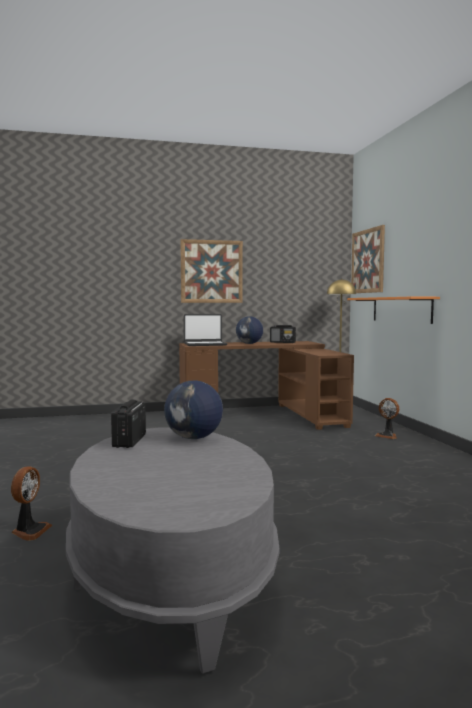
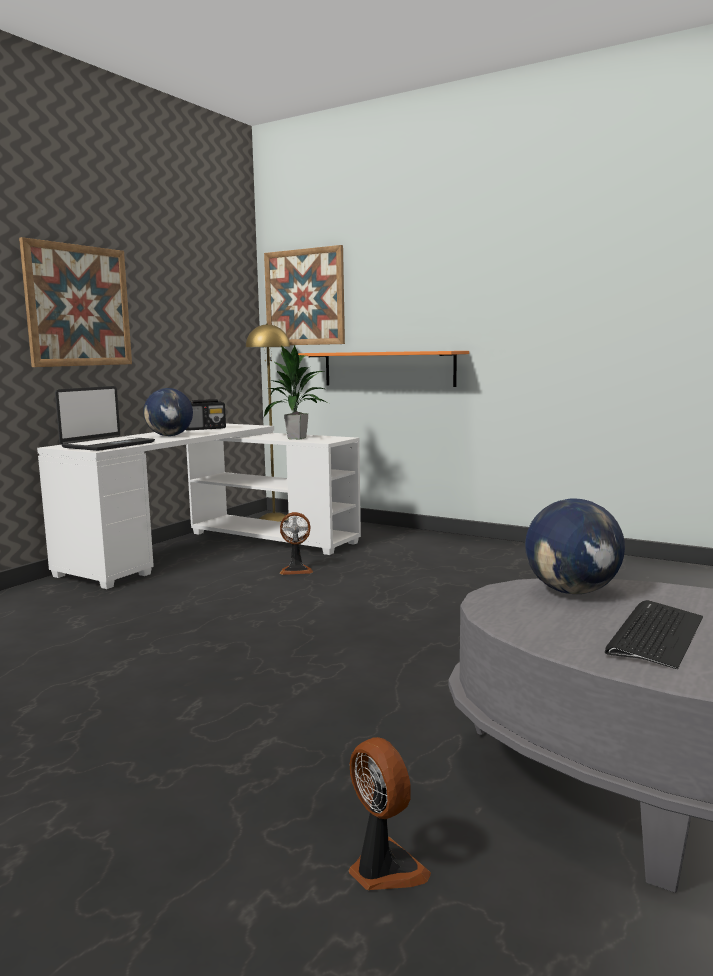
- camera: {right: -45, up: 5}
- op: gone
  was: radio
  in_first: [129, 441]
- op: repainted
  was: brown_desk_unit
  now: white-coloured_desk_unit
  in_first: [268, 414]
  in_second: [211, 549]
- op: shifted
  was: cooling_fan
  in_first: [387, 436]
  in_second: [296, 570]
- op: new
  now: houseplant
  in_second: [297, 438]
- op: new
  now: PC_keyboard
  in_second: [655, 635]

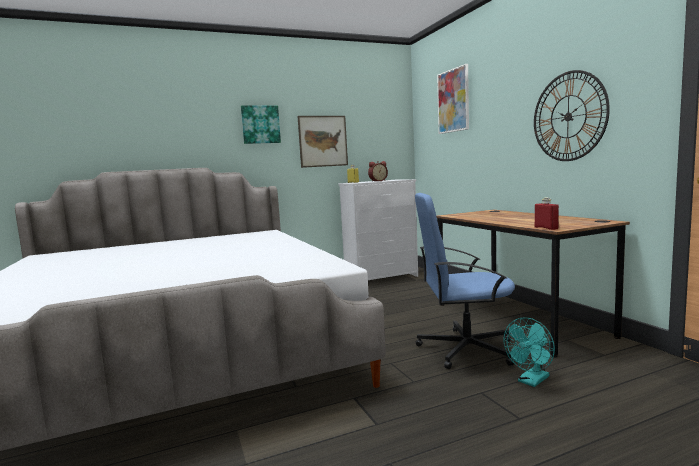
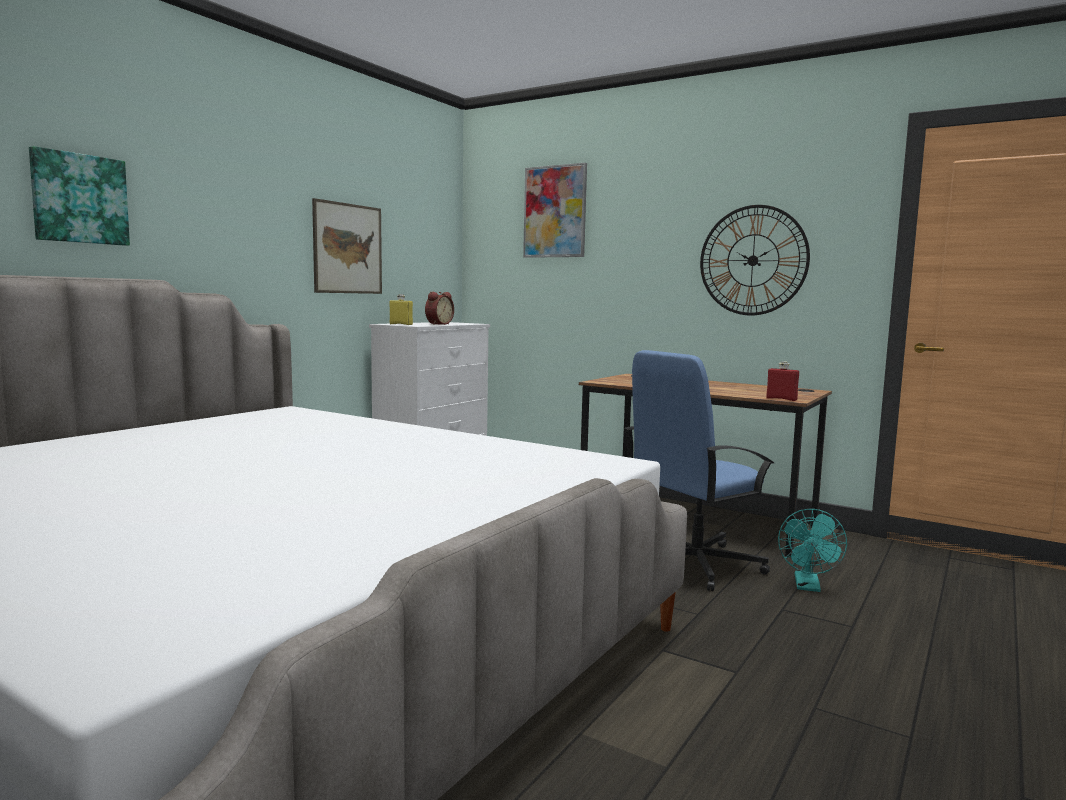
- camera: {right: -35, up: 0}
- op: shifted
  was: wall_picture
  in_first: [260, 124]
  in_second: [79, 199]

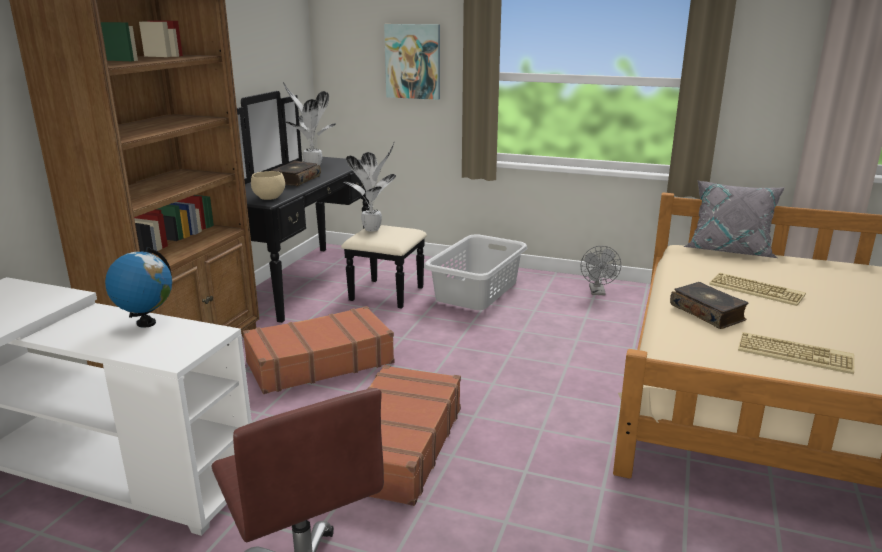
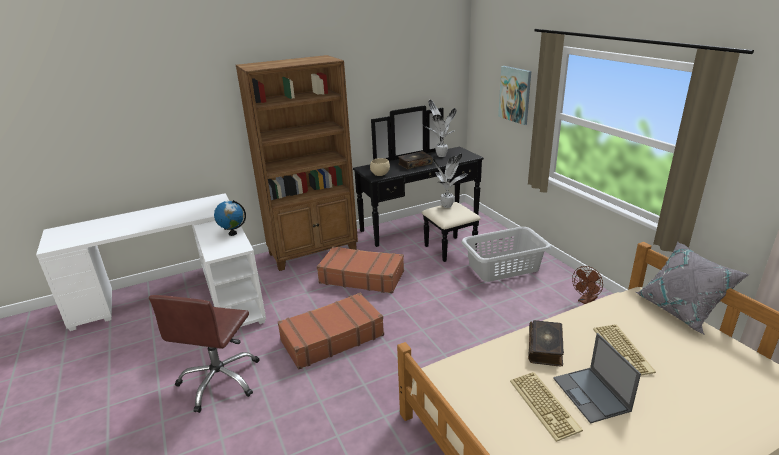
- camera: {right: 45, up: 5}
- op: repainted
  was: gray_cooling_fan
  now: brown_cooling_fan
  in_first: [598, 292]
  in_second: [586, 301]
- op: new
  now: portable_computer
  in_second: [591, 395]

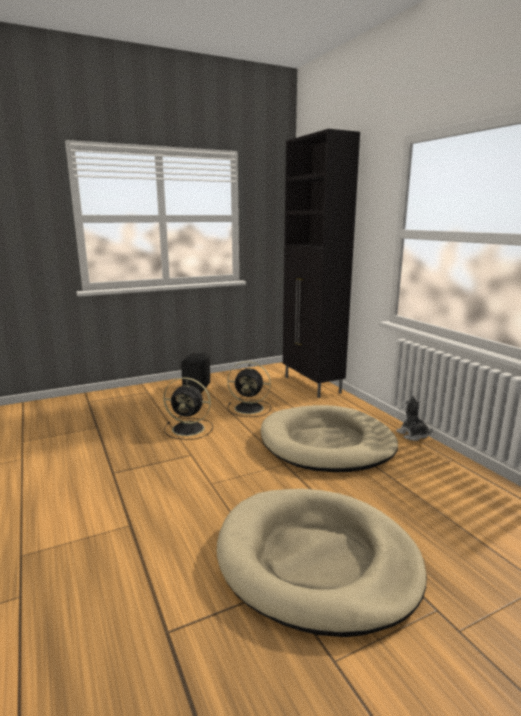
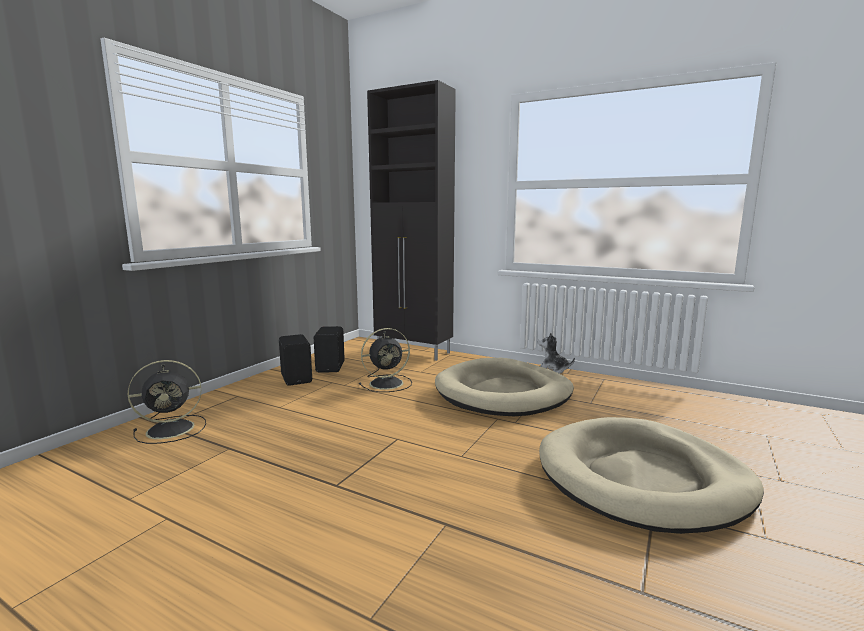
- camera: {right: -35, up: -5}
- op: shifted
  was: black_cooling_fan
  in_first: [189, 429]
  in_second: [173, 429]
- op: new
  now: black_loudspeaker
  in_second: [331, 367]

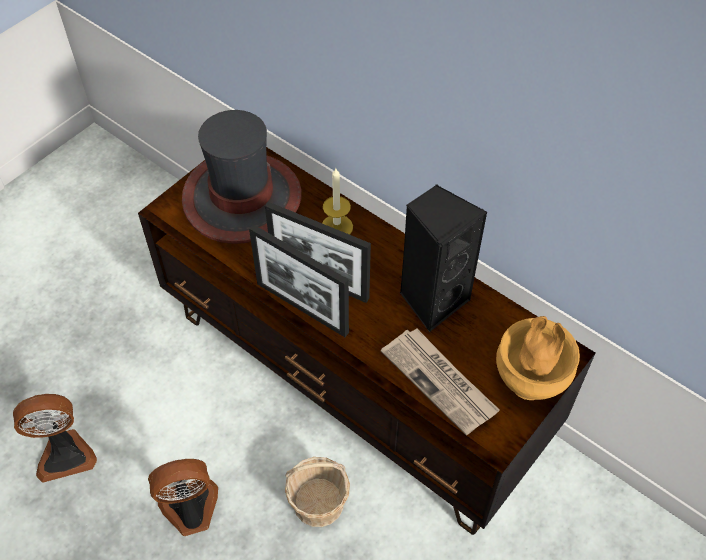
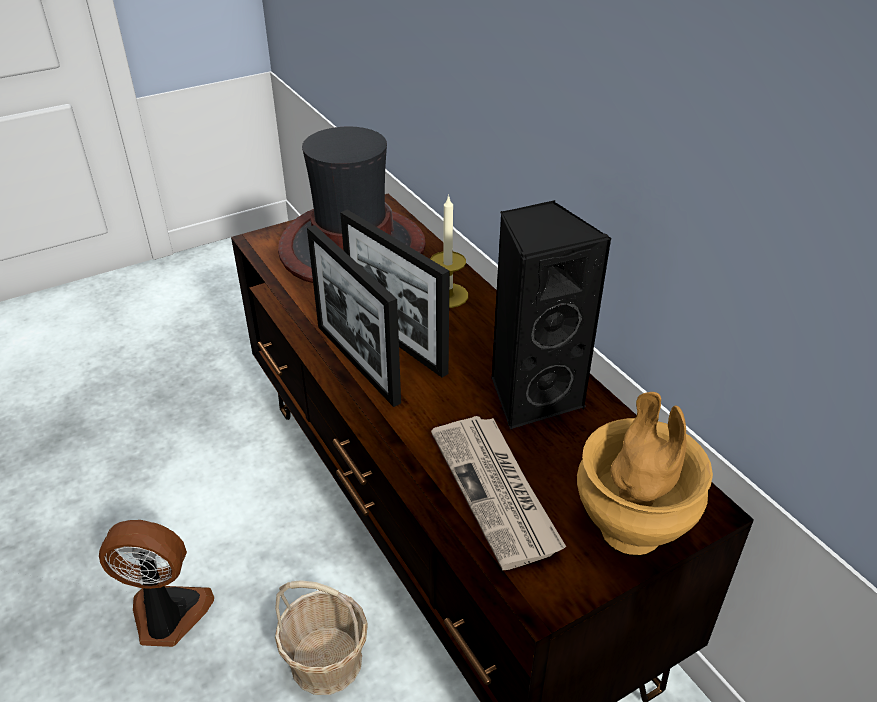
- camera: {right: 20, up: -15}
- op: gone
  was: cooling_fan
  in_first: [65, 453]

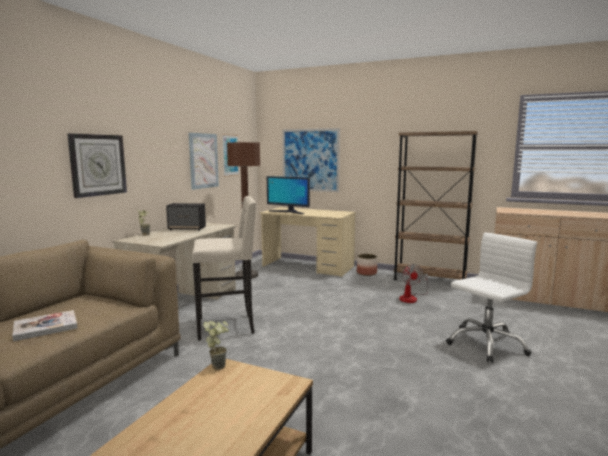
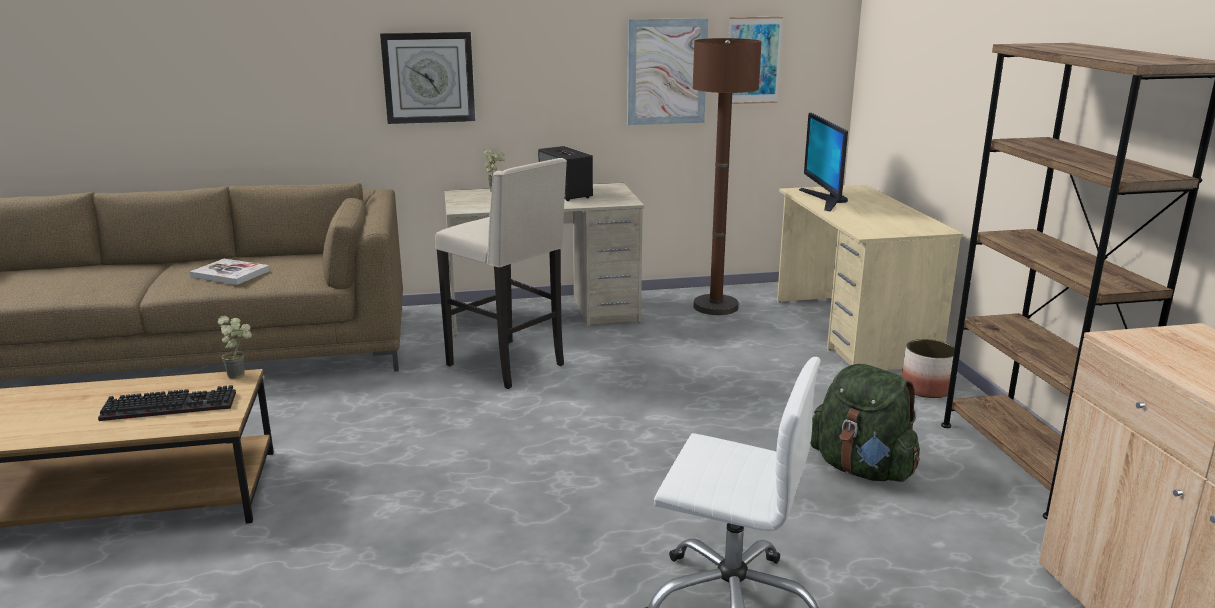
- camera: {right: 55, up: 10}
- op: gone
  was: wall_picture
  in_first: [310, 160]
- op: swapped
  was: cooling_fan
  now: green_backpack
  in_first: [411, 298]
  in_second: [862, 469]
- op: new
  now: PC_keyboard
  in_second: [172, 405]

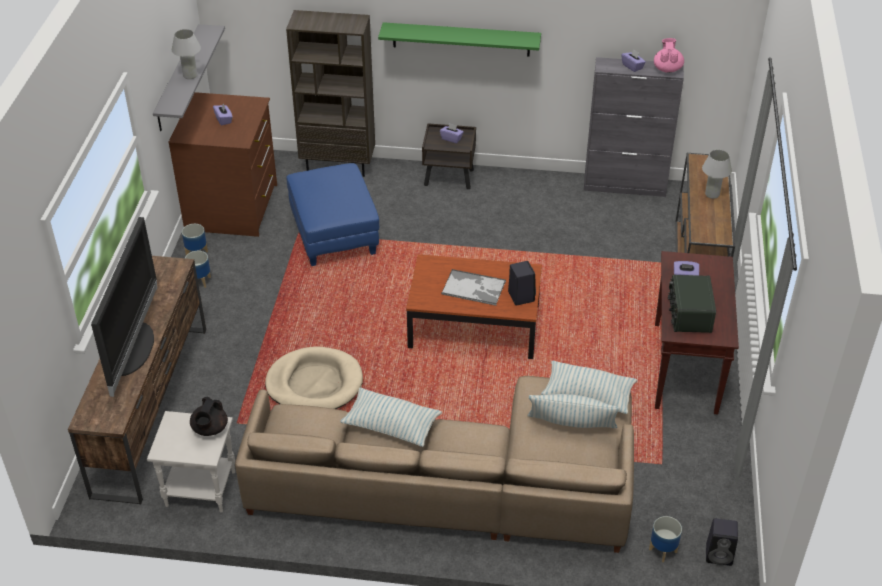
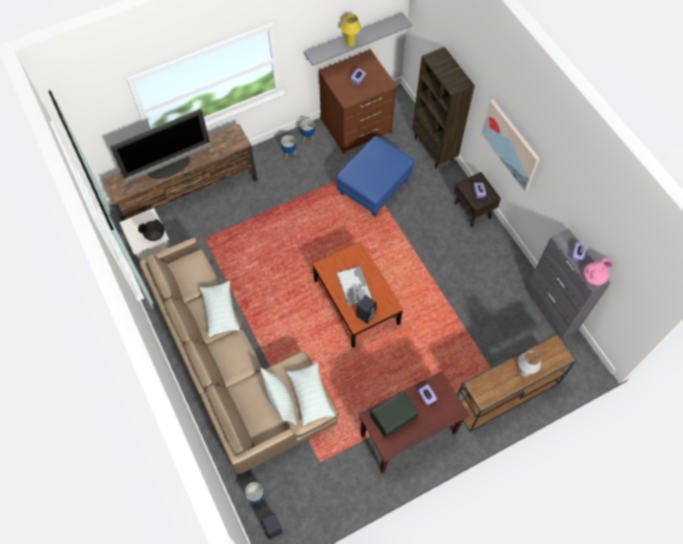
- camera: {right: 55, up: 20}
- op: repainted
  was: white-coloured_tabletop_lamp
  now: yellowish_tabletop_lamp
  in_first: [190, 75]
  in_second: [350, 43]
- op: gone
  was: beige_dog_bed
  in_first: [314, 383]
- op: swapped
  was: green_shelf
  now: wall_picture
  in_first: [461, 39]
  in_second: [511, 144]

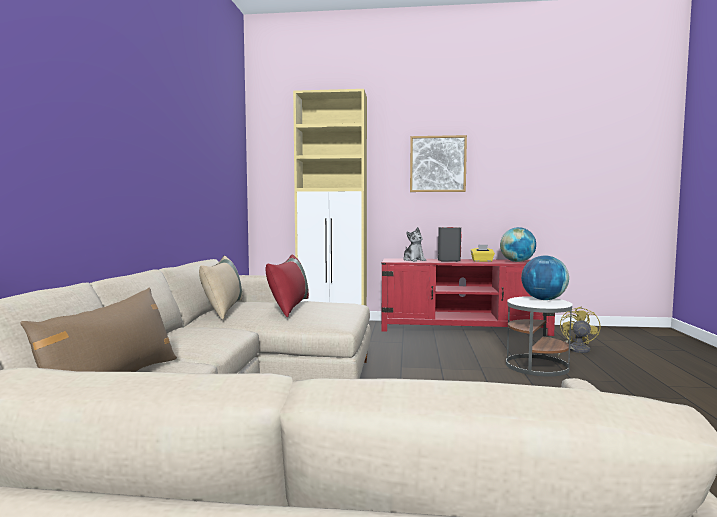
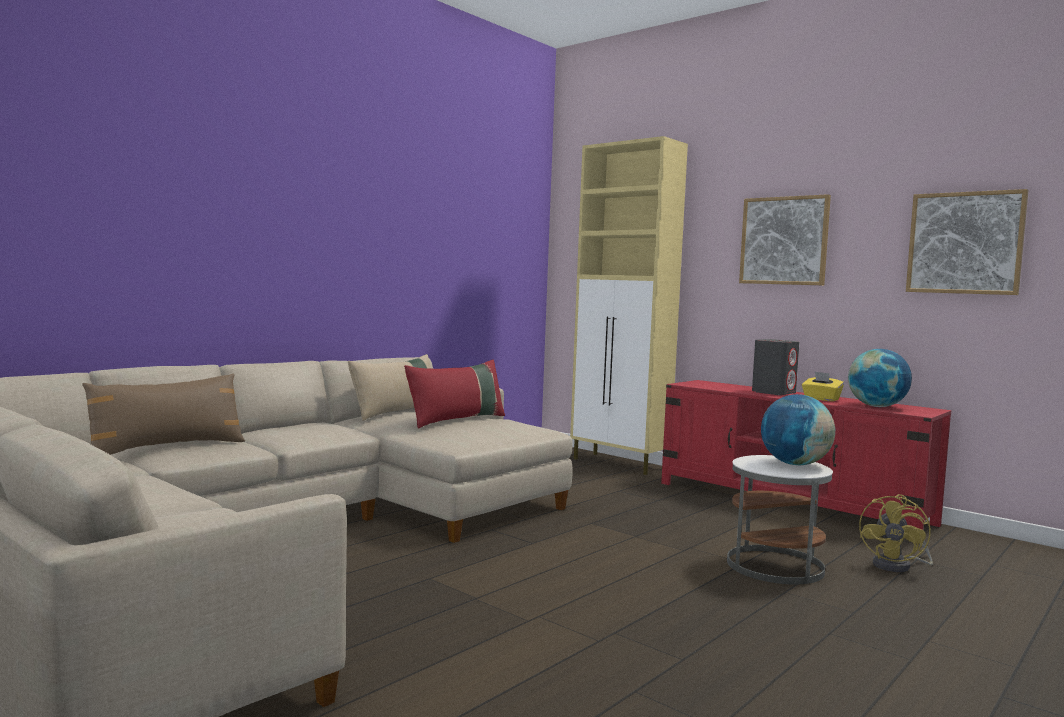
- camera: {right: 35, up: 0}
- op: gone
  was: soft_toy
  in_first: [414, 260]
- op: rotated
  was: yellowish_cooling_fan
  in_first: [575, 350]
  in_second: [898, 566]
  clockwise: 150
- op: new
  now: wall_picture
  in_second: [965, 243]

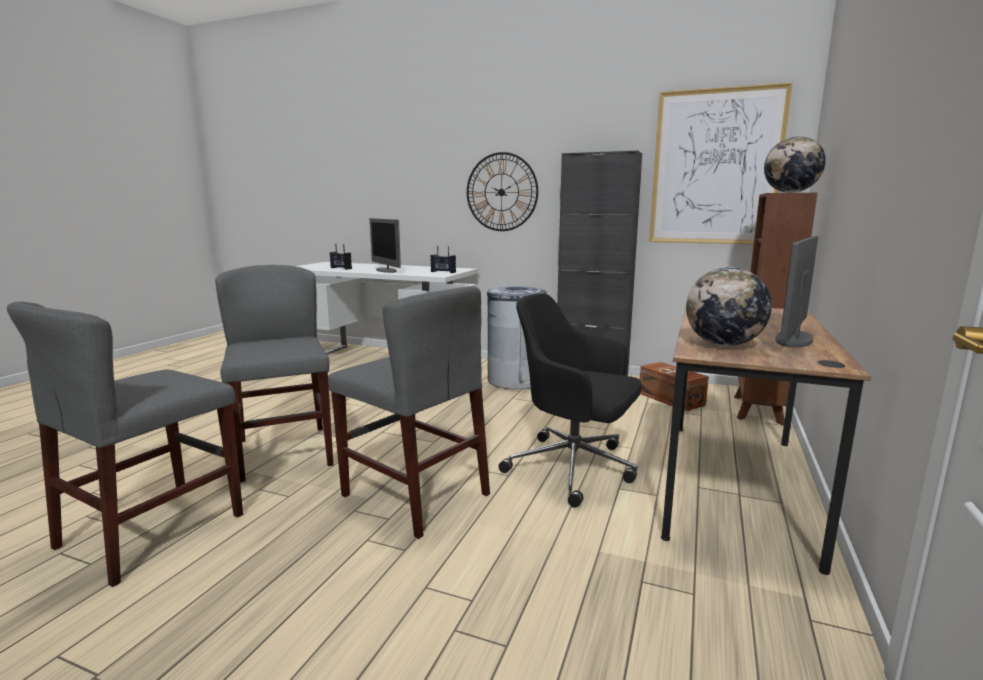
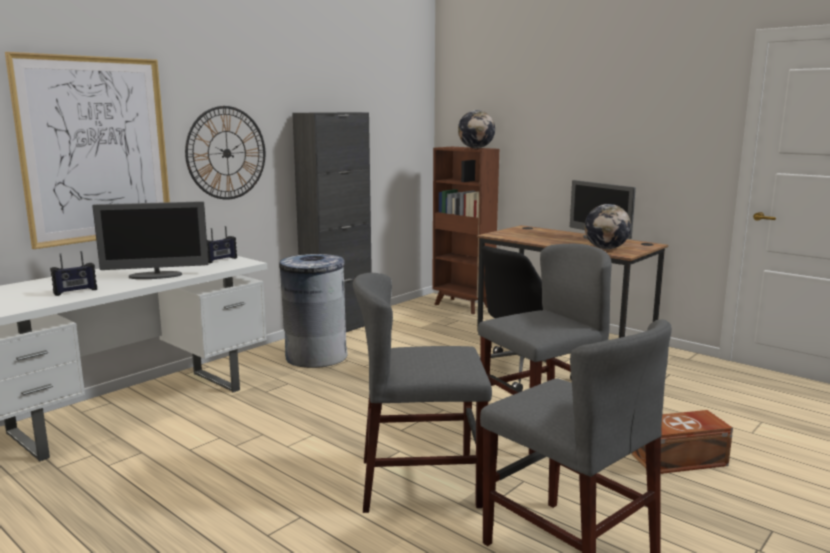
- camera: {right: -70, up: 0}
- op: shifted
  was: brown_storage_container
  in_first: [671, 399]
  in_second: [680, 460]
- op: shifted
  was: wall_picture
  in_first: [715, 168]
  in_second: [96, 150]

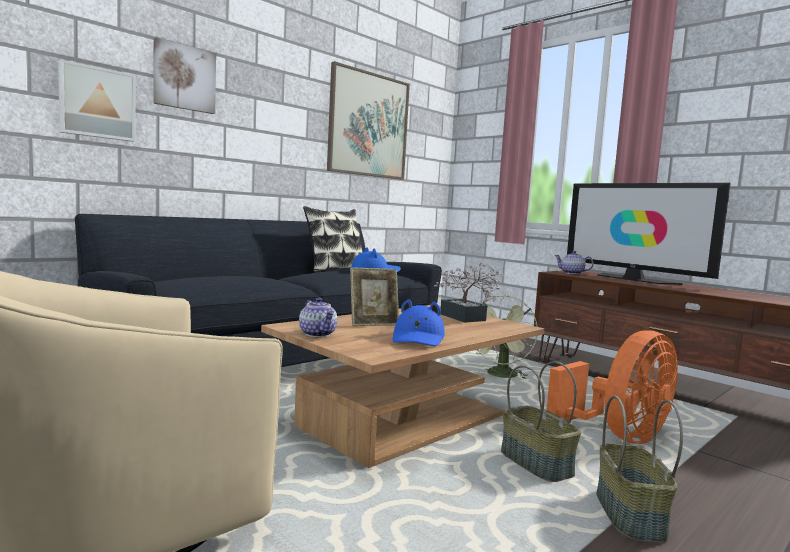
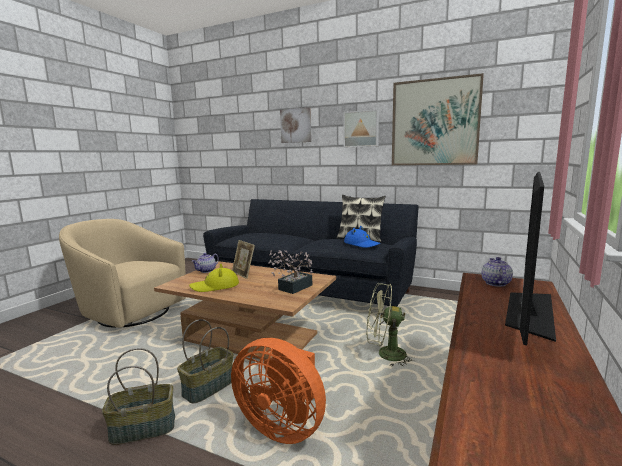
- camera: {right: 70, up: 5}
- op: shifted
  was: wall_picture
  in_first: [97, 103]
  in_second: [361, 129]
- op: repainted
  was: blue_clothing_hat
  now: yellowish_clothing_hat
  in_first: [418, 338]
  in_second: [215, 286]

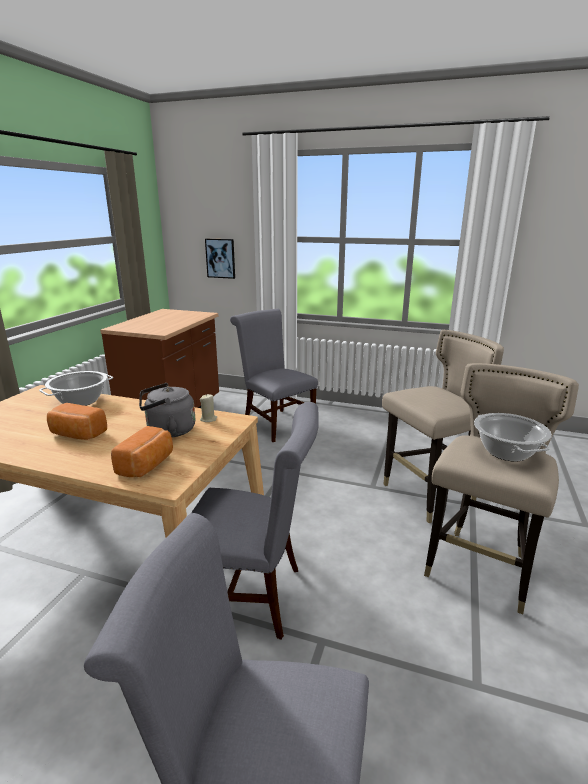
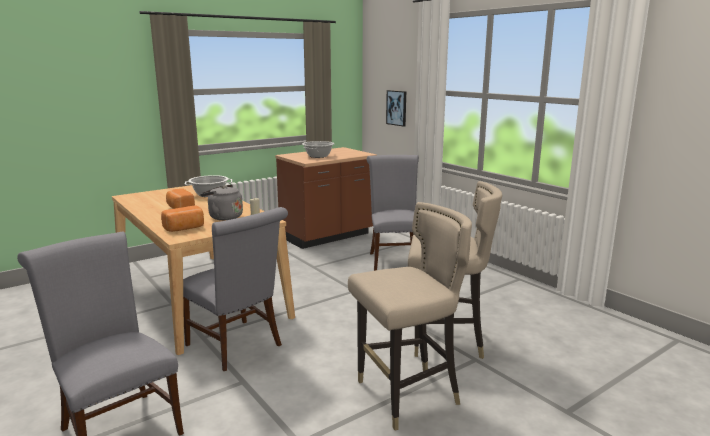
- camera: {right: 35, up: -5}
- op: shifted
  was: cooking_pot
  in_first: [506, 452]
  in_second: [318, 156]

